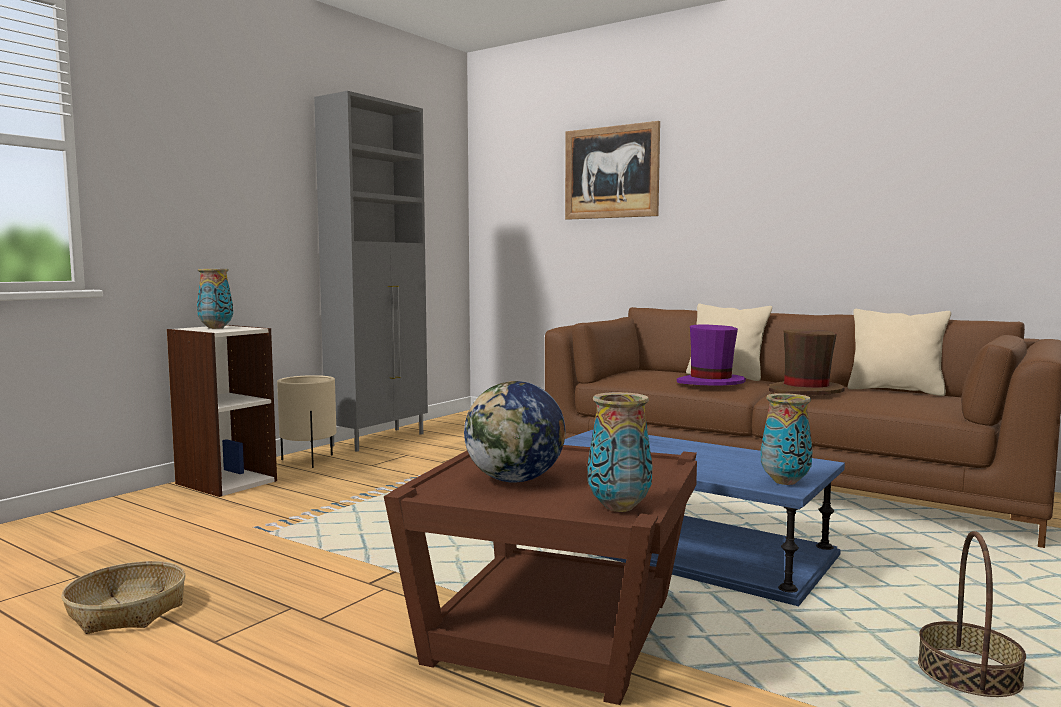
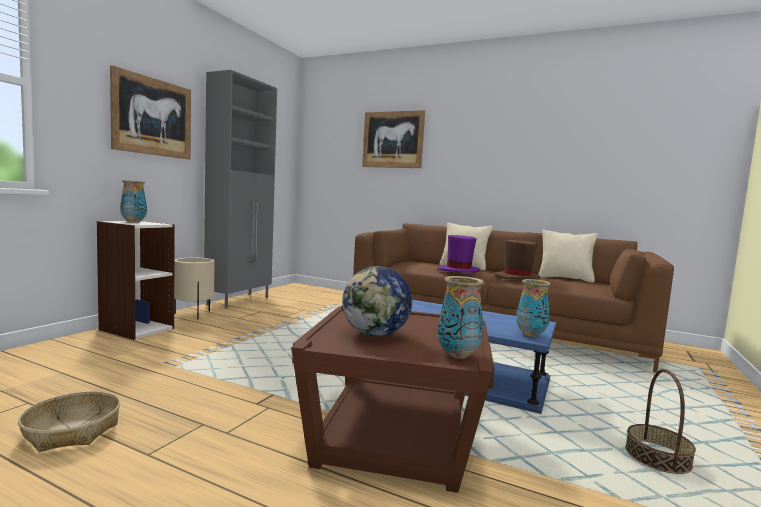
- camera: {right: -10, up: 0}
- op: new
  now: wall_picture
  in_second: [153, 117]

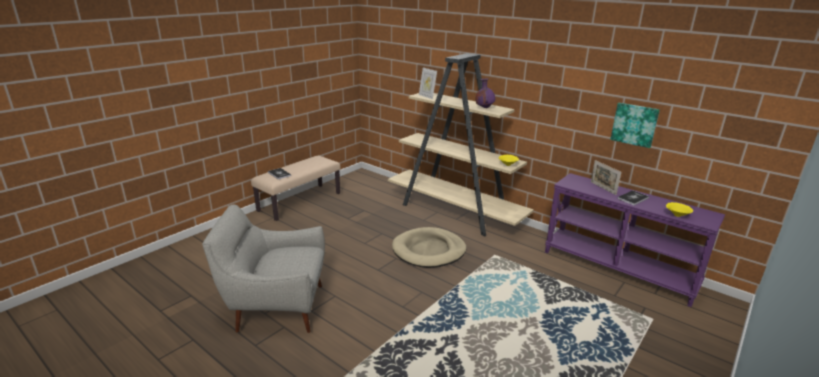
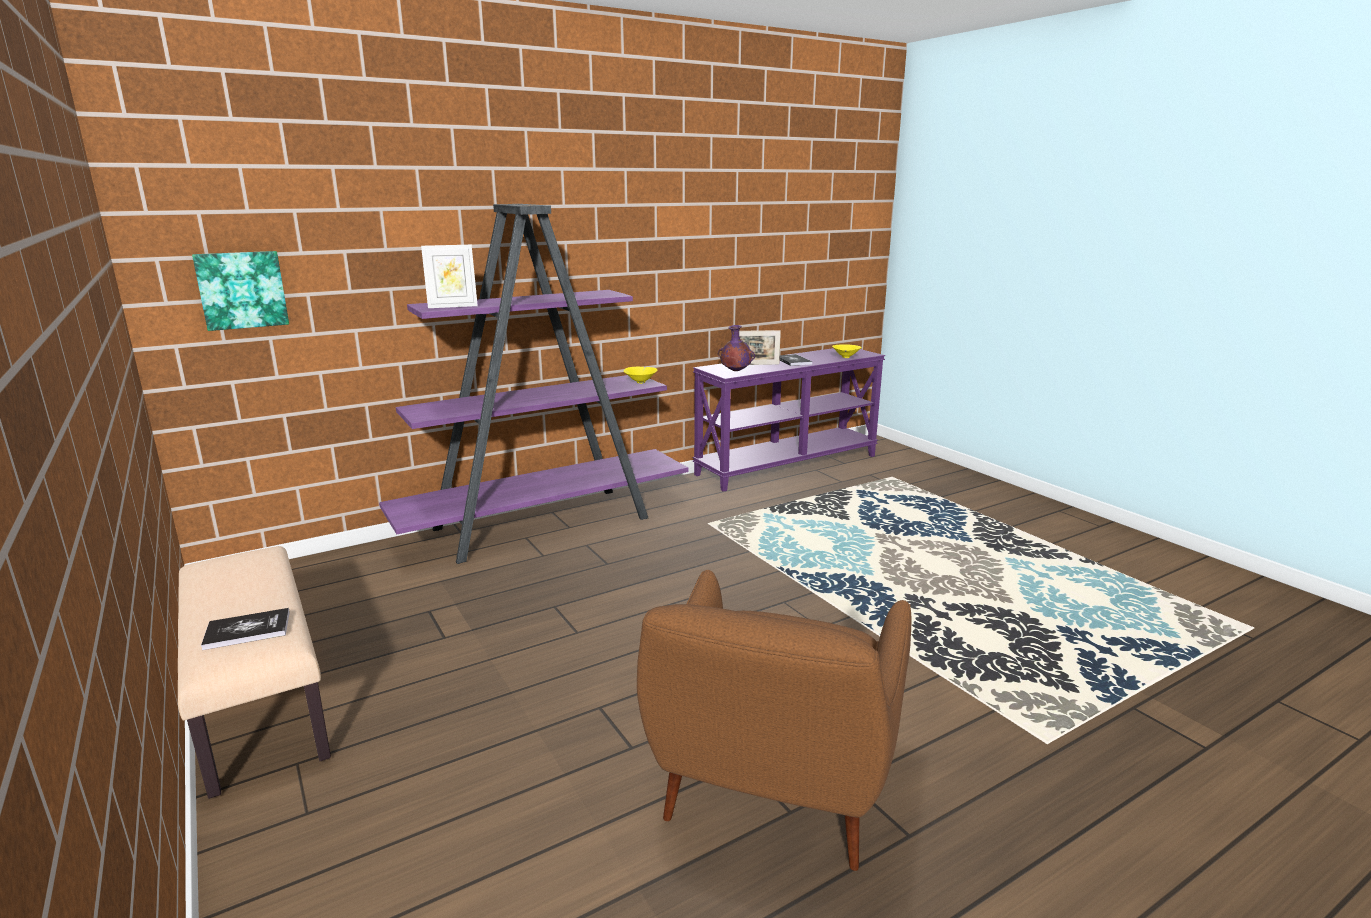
- camera: {right: -70, up: -5}
- op: repainted
  was: gray_easy_chair
  now: brown_easy_chair
  in_first: [276, 307]
  in_second: [773, 790]
- op: repainted
  was: beige_bookshelf
  now: purple_bookshelf
  in_first: [455, 212]
  in_second: [545, 523]
- op: gone
  was: beige_dog_bed
  in_first: [429, 250]
- op: shifted
  was: purple_decorative_vase
  in_first: [484, 108]
  in_second: [735, 371]
- op: shifted
  was: wall_picture
  in_first: [634, 124]
  in_second: [242, 290]

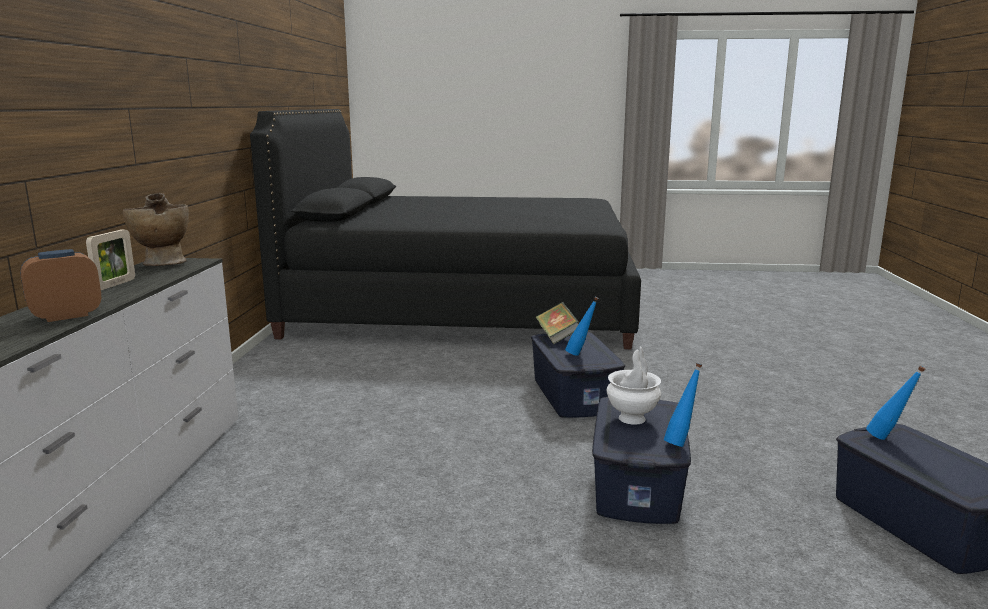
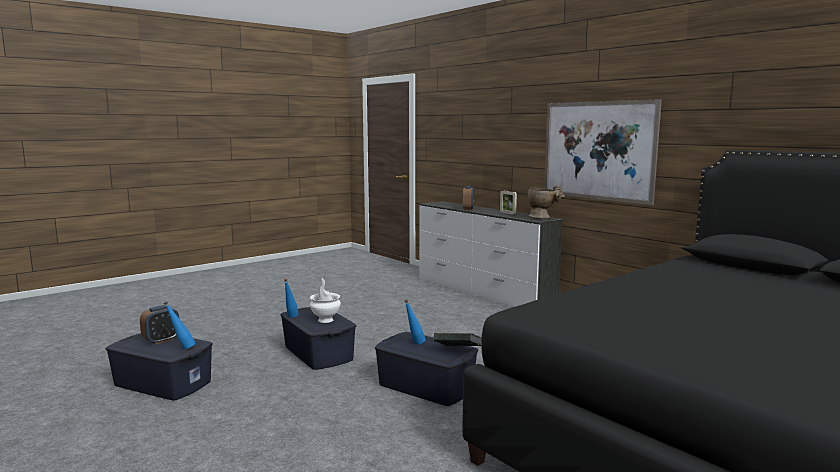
- camera: {right: 135, up: -5}
- op: new
  now: bedside_clock
  in_second: [161, 340]
- op: new
  now: wall_picture
  in_second: [597, 150]

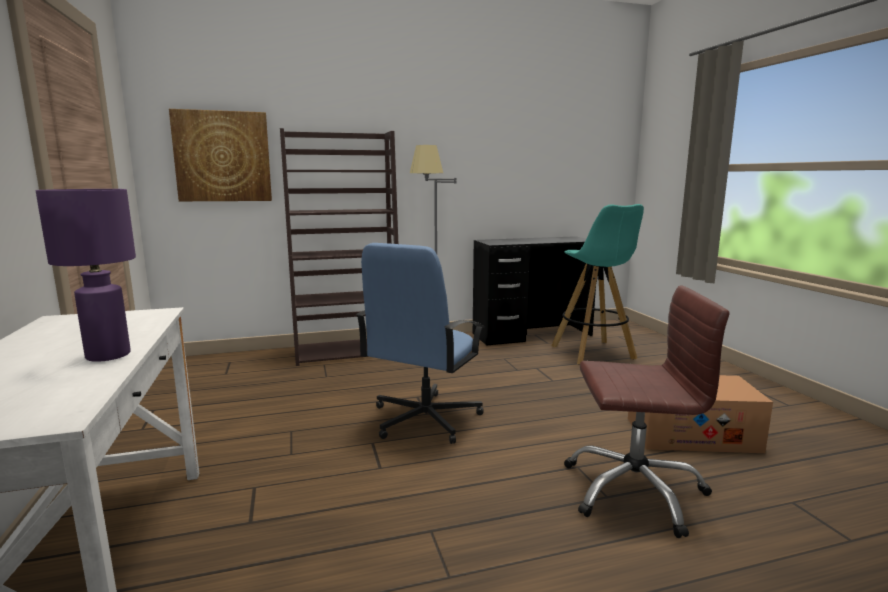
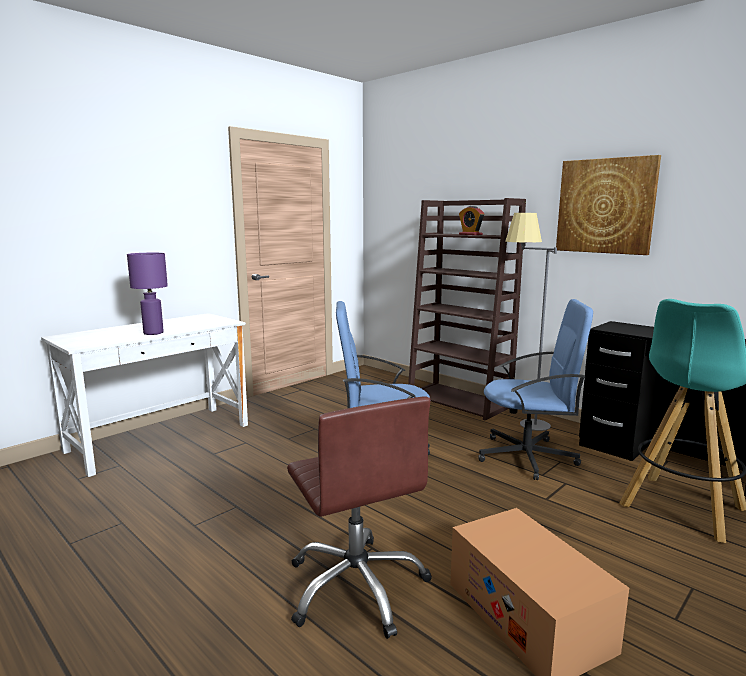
- camera: {right: 60, up: 0}
- op: shifted
  was: wall_picture
  in_first: [223, 156]
  in_second: [605, 206]
- op: new
  now: bedside_clock
  in_second: [470, 234]
- op: new
  now: blue_computer_chair
  in_second: [528, 457]

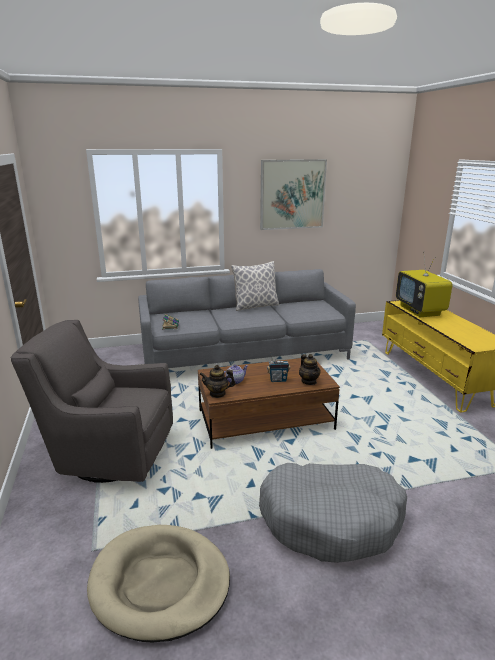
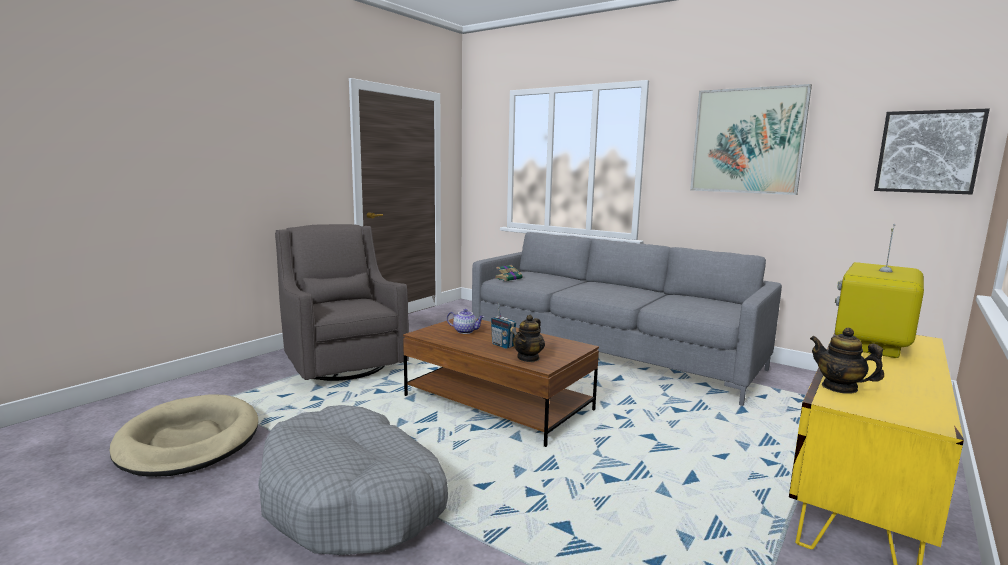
- camera: {right: 50, up: -10}
- op: shifted
  was: tea_pot
  in_first: [217, 394]
  in_second: [839, 387]
- op: gone
  was: pillow
  in_first: [255, 306]
- op: new
  now: wall_picture
  in_second: [928, 152]

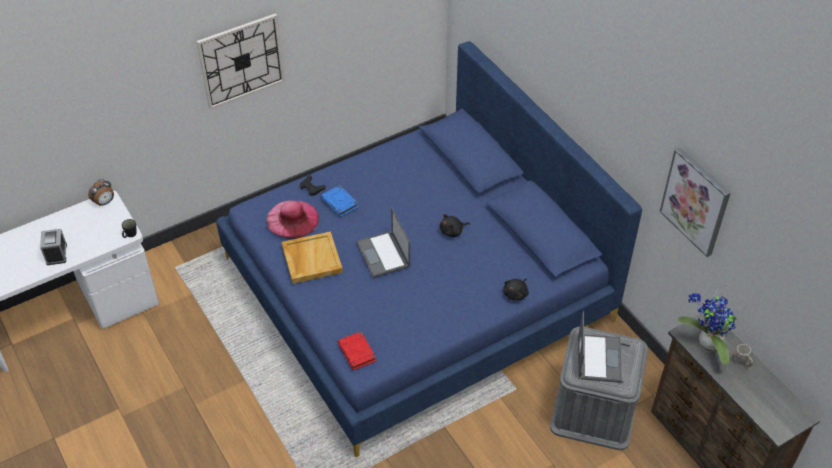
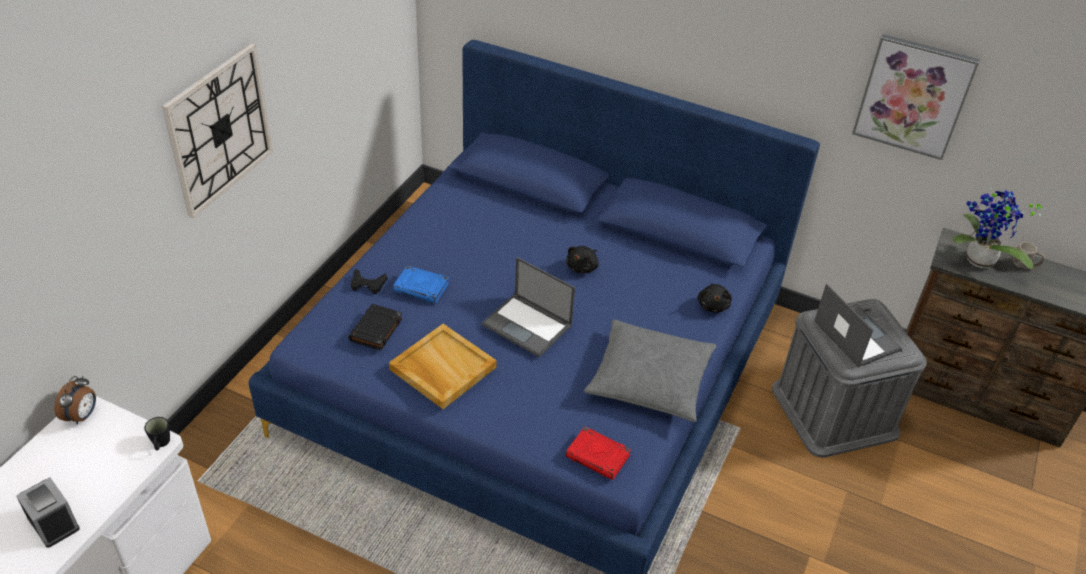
- camera: {right: -35, up: -5}
- op: swapped
  was: pink_clothing_hat
  now: black_book
  in_first: [292, 219]
  in_second: [376, 330]
- op: new
  now: gray_pillow
  in_second: [649, 379]

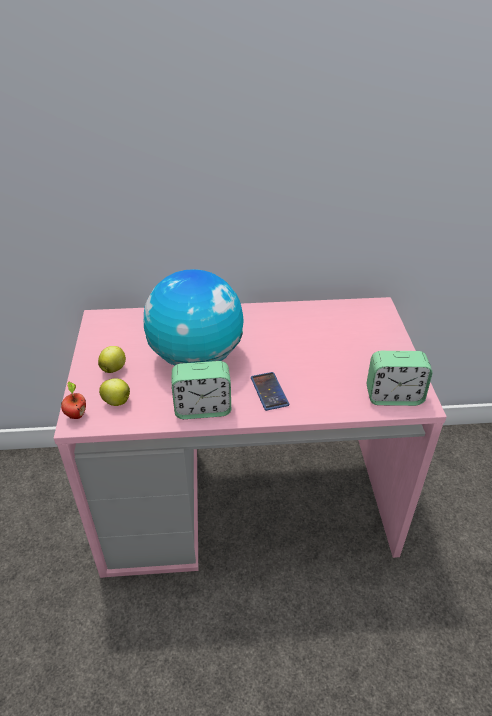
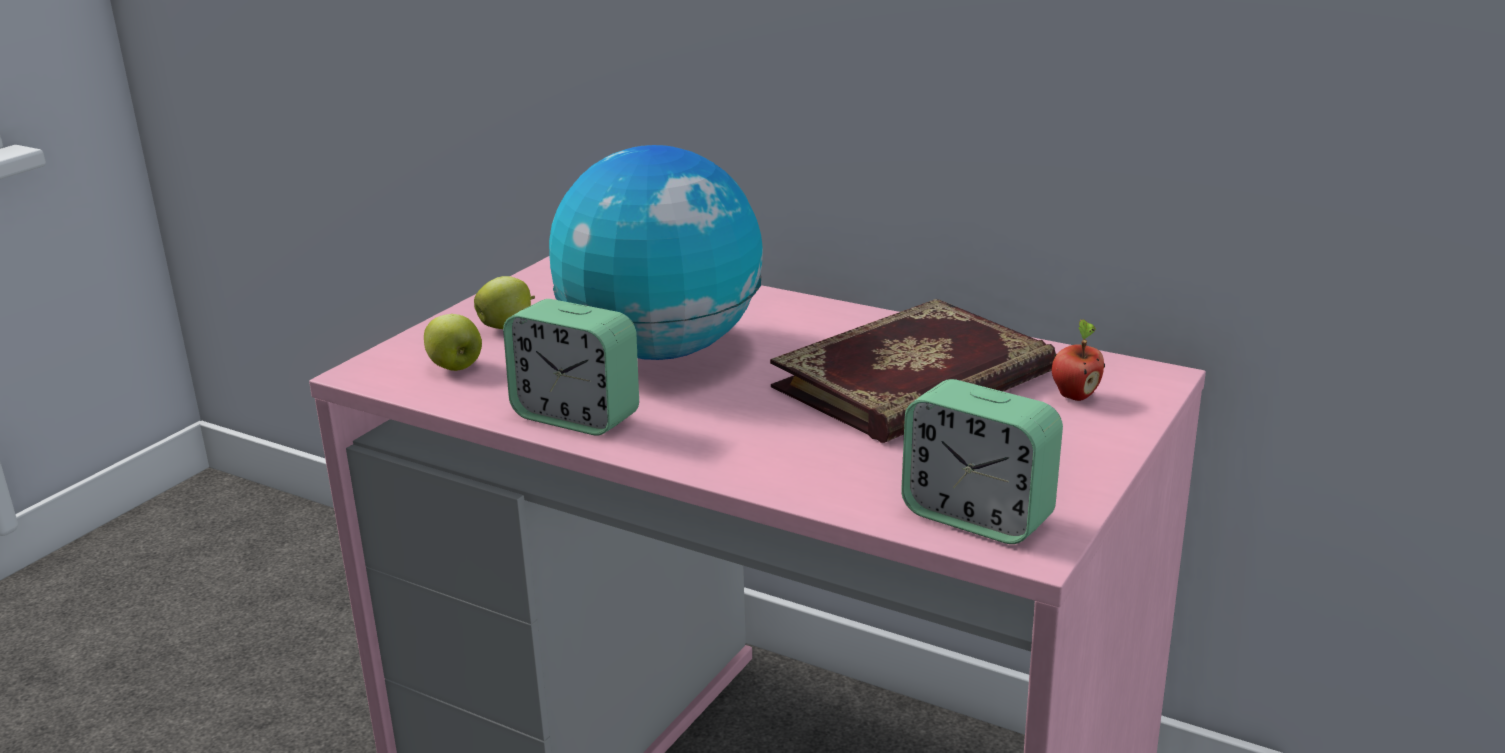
- camera: {right: 35, up: -15}
- op: shifted
  was: apple_fruit
  in_first: [76, 415]
  in_second: [1074, 395]
- op: gone
  was: handset
  in_first: [269, 391]
- op: new
  now: book
  in_second: [916, 381]

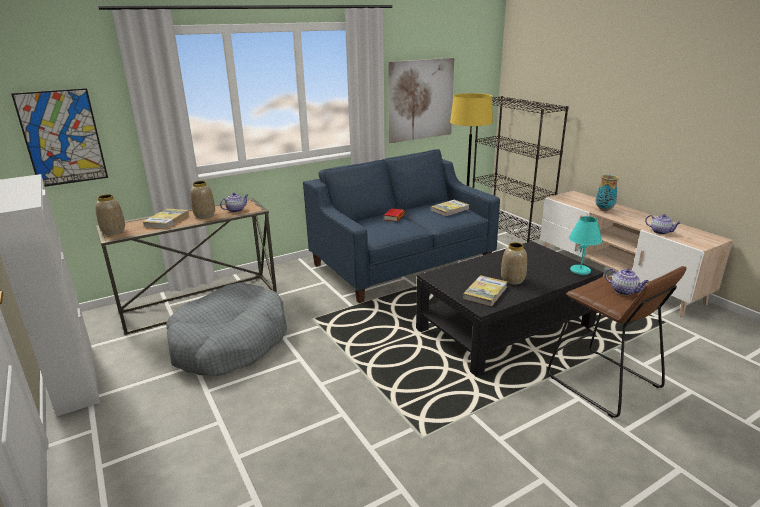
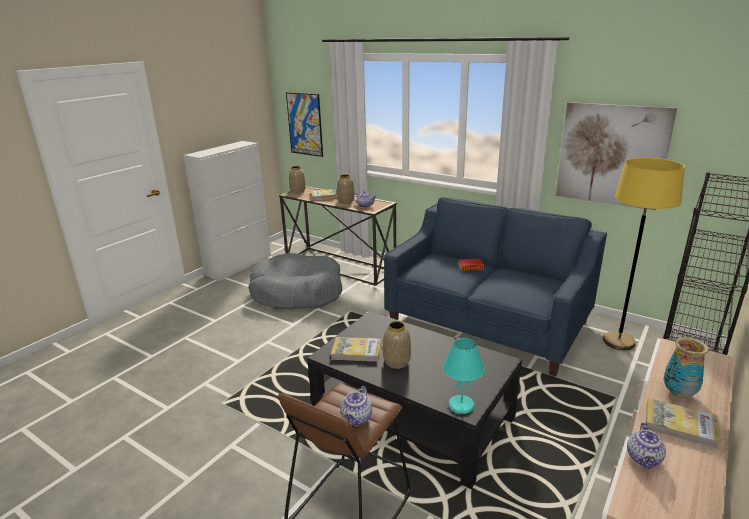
- camera: {right: 65, up: 0}
- op: shifted
  was: book
  in_first: [450, 209]
  in_second: [680, 425]

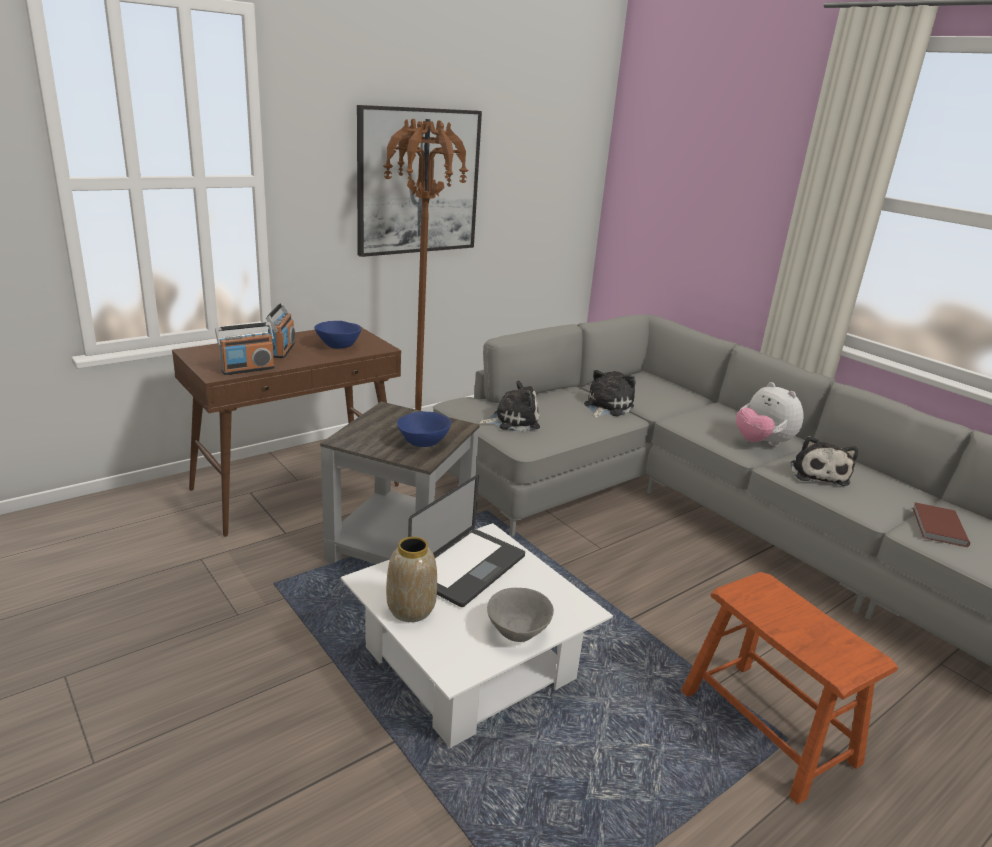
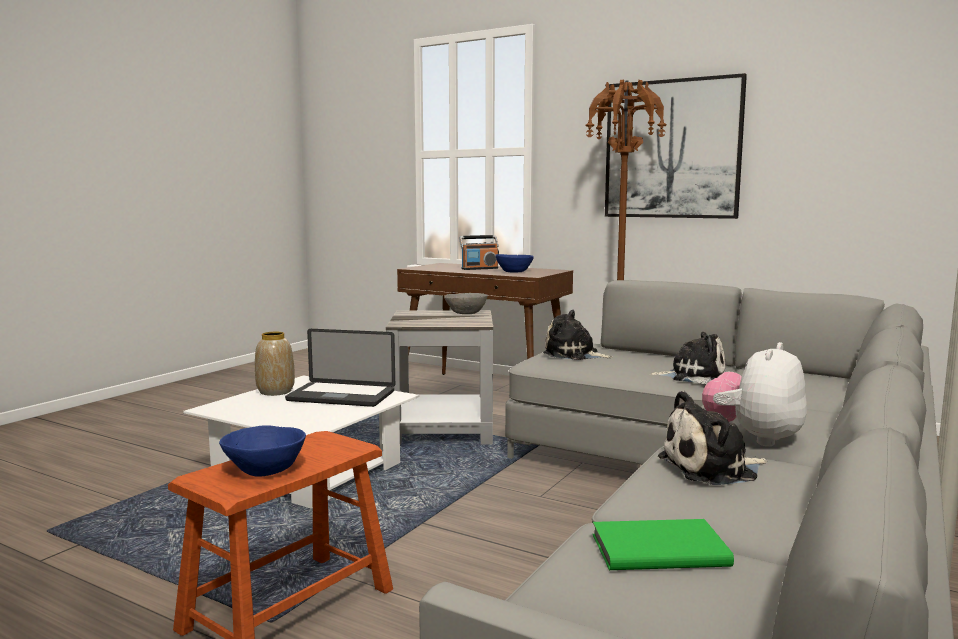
- camera: {right: 70, up: -15}
- op: gone
  was: radio
  in_first: [248, 369]
- op: shifted
  was: blue_deep_dish
  in_first: [423, 442]
  in_second: [265, 470]
- op: rotated
  was: soft_toy
  in_first: [512, 421]
  in_second: [574, 354]
  clockwise: 150
- op: shifted
  was: gray_deep_dish
  in_first: [517, 630]
  in_second: [466, 313]
- op: repainted
  was: brown_book
  now: green_book
  in_first: [937, 527]
  in_second: [656, 549]

